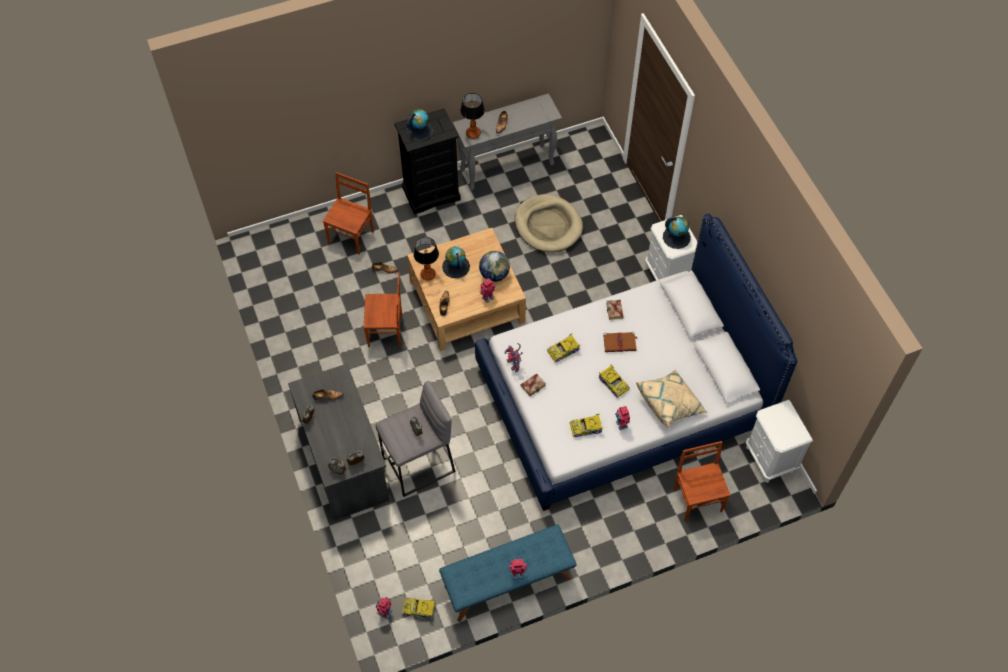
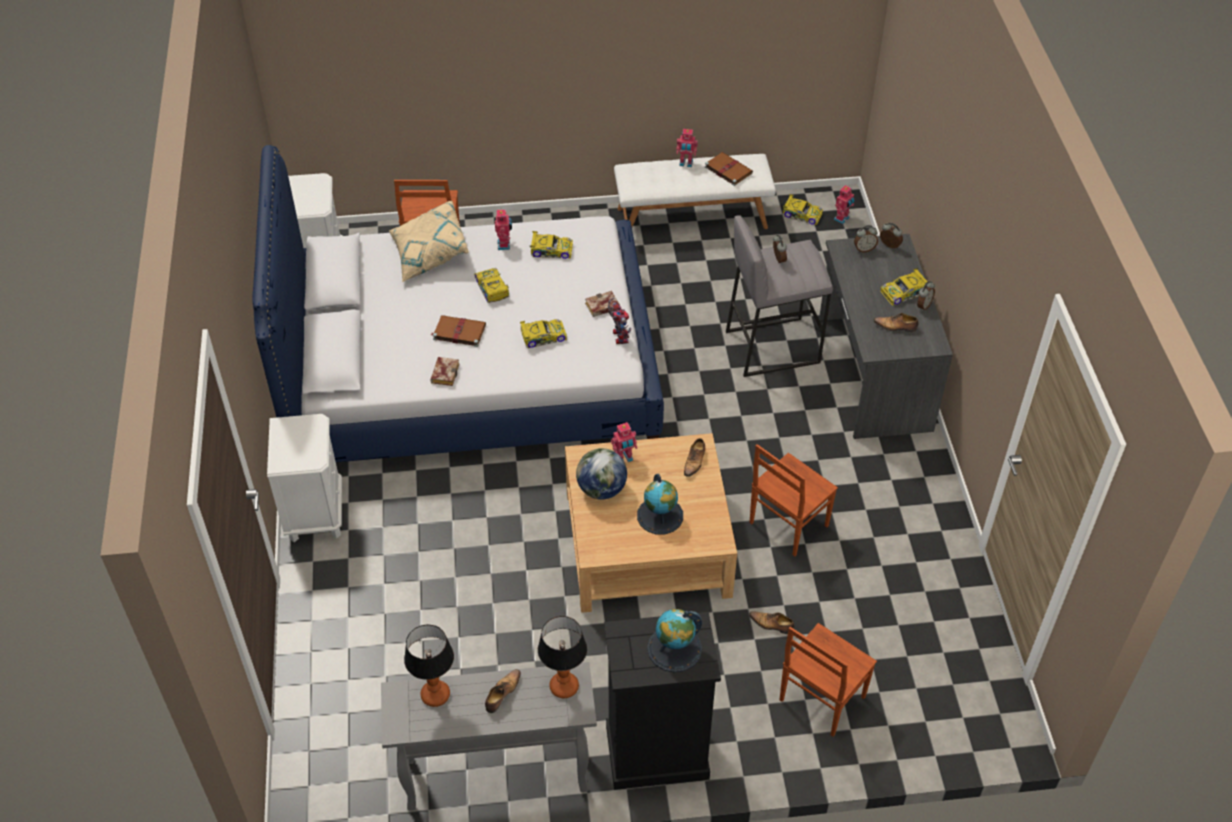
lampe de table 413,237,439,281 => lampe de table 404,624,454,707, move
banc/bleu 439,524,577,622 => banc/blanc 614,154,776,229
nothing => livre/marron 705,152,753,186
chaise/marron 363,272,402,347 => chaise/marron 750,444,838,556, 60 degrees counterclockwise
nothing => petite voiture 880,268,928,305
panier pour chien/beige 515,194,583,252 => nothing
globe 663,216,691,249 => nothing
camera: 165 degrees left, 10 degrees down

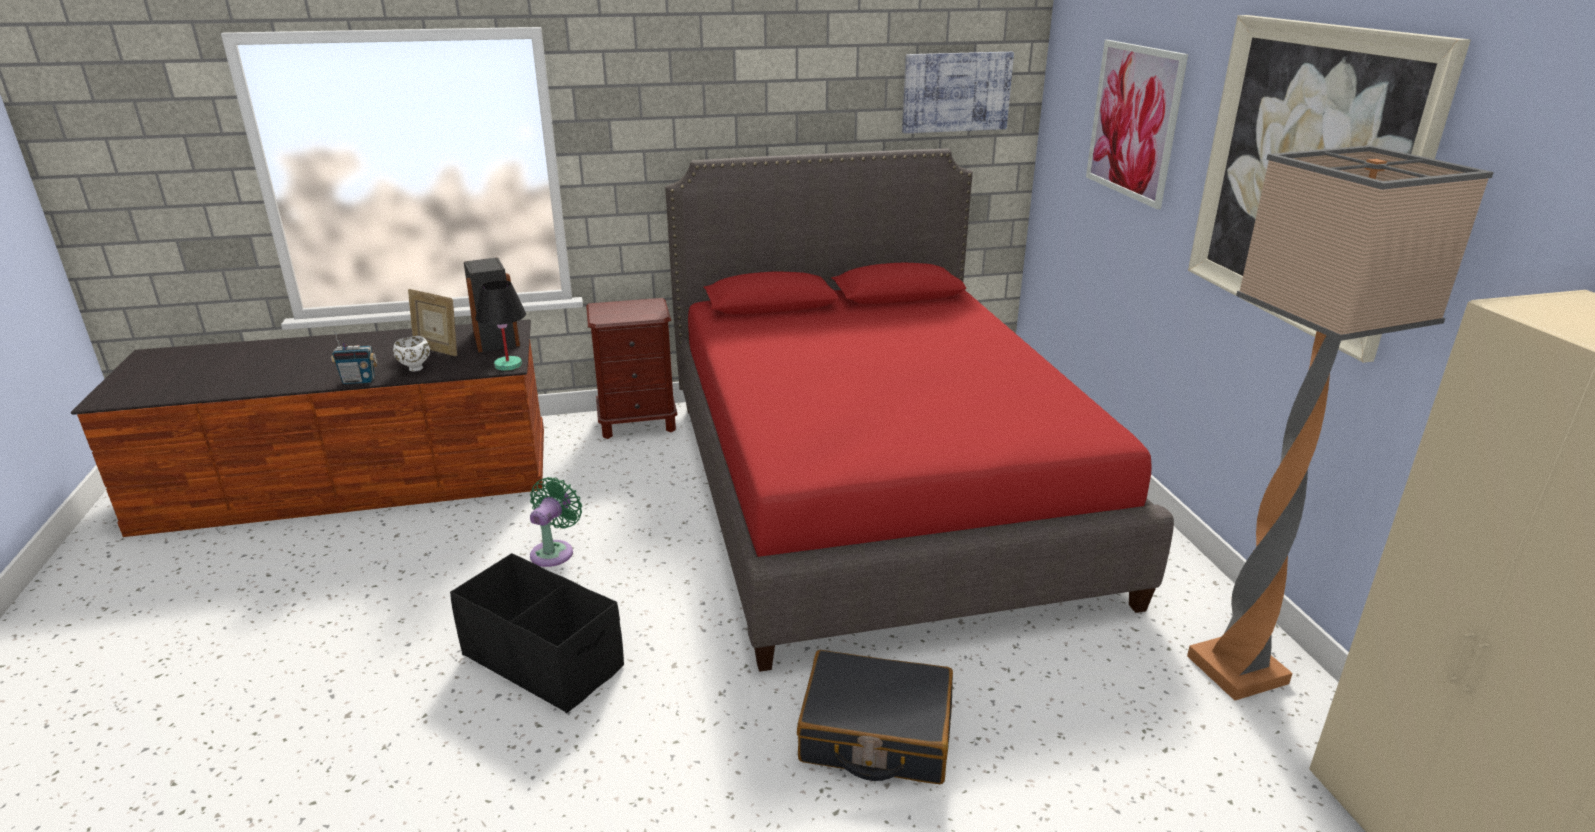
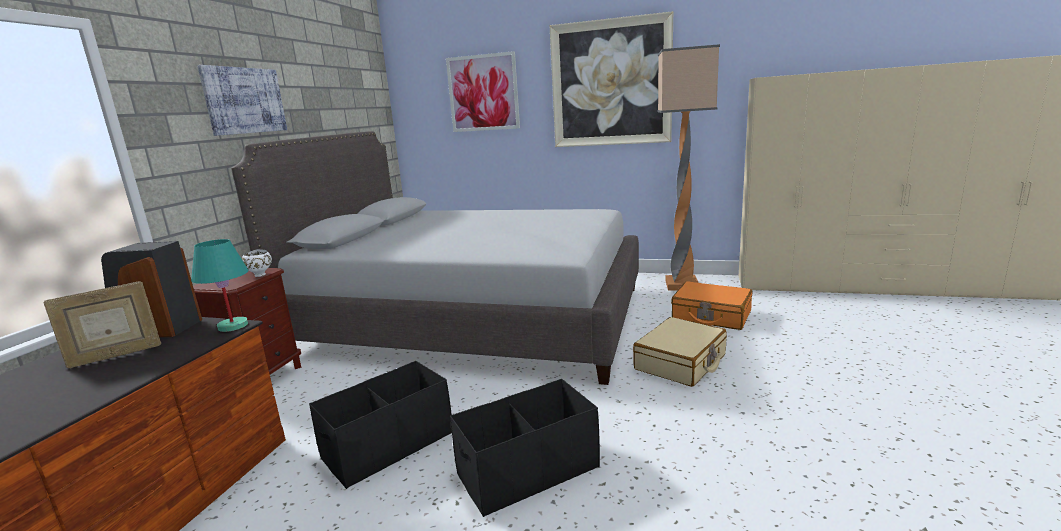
lampe de table/noir 475,280,526,371 => lampe de table/turquoise 191,239,249,332
tableau 902,52,1014,133 => tableau 197,65,287,136, move
lit/rouge 665,149,1174,672 => lit/gris 231,131,639,385
bol/blanc 393,336,430,371 => bol/blanc 242,249,272,277, move
ventilateur/vert 530,477,582,567 => boîte de rangement/noir 309,361,452,489
valise/noir 797,650,953,784 => valise/beige 633,317,727,387
nothing => valise/orange 671,281,752,330
radio 331,330,377,384 => nothing
camera: 60 degrees left, 10 degrees down

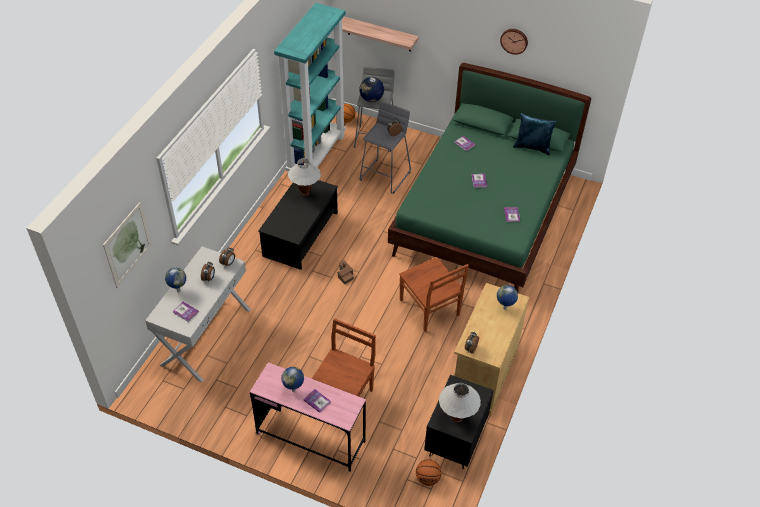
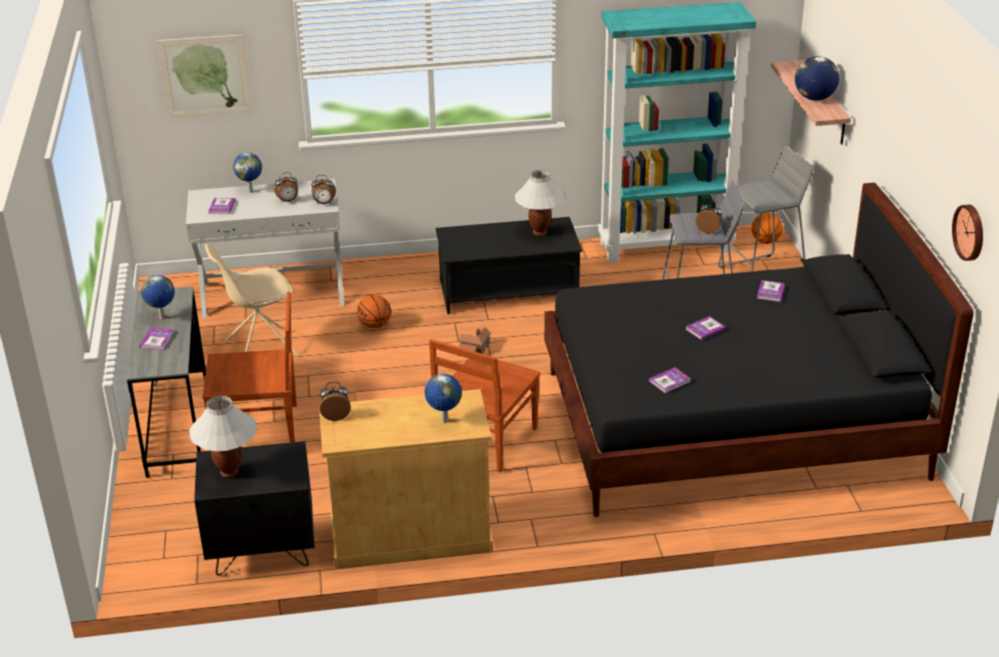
bureau/rose 250,362,366,472 => bureau/gris 127,286,206,478
nothing => chaise/beige 205,243,299,357
ballon de basket 416,459,441,486 => ballon de basket 357,295,391,329, move
lit/vert 388,63,591,292 => lit/noir 544,182,973,517
globe 359,77,384,102 => globe 795,56,839,101, move
horloge murale 500,29,528,55 => horloge murale 952,205,983,261, move
coussin/bleu 513,113,556,155 => nothing
camera: 60 degrees right, 15 degrees down

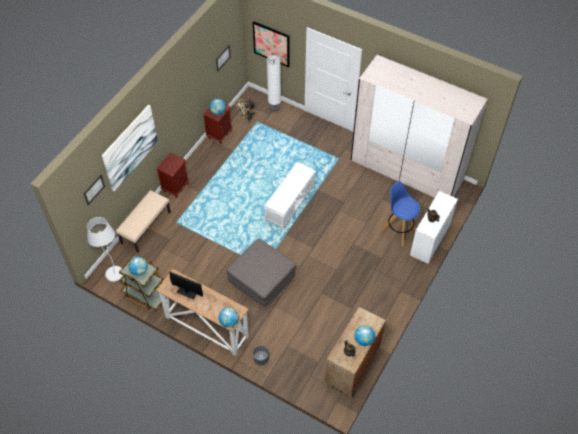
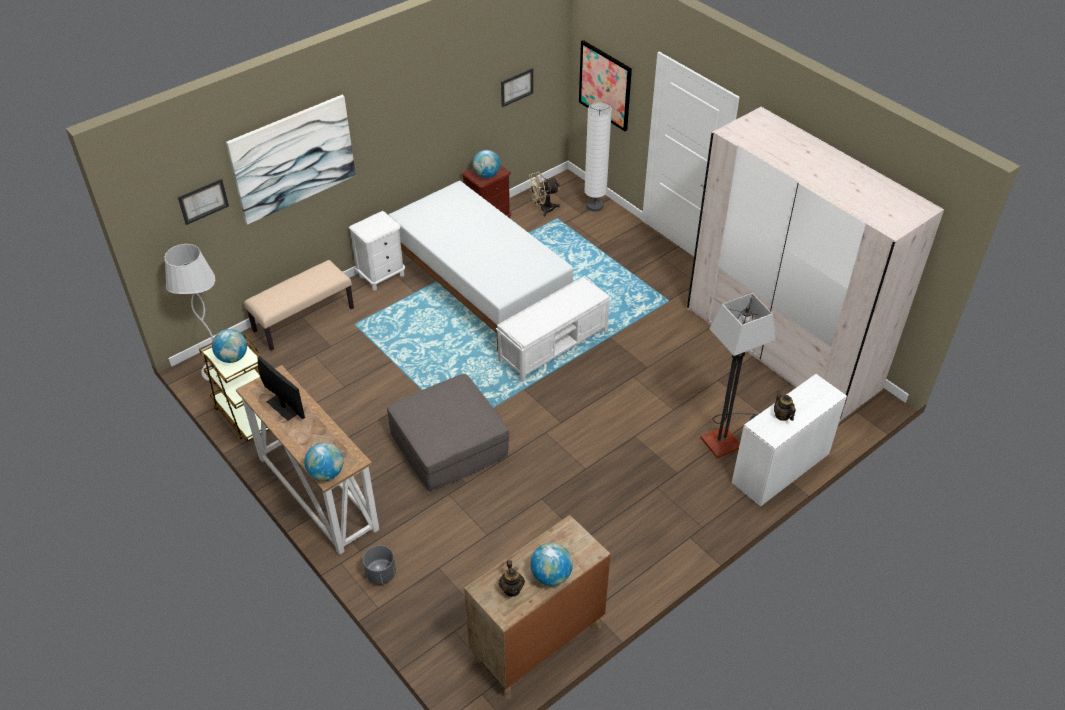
table de chevet/marron 157,153,189,198 => table de chevet/blanc 349,211,405,290
nothing => lit/blanc 389,181,573,351
tabouret/bleu 382,181,420,246 => lampadaire 700,293,776,459
camera: 20 degrees right, 10 degrees down

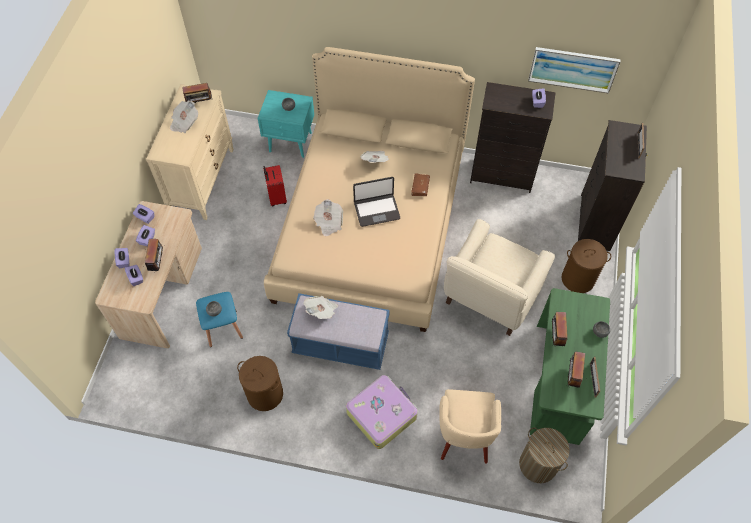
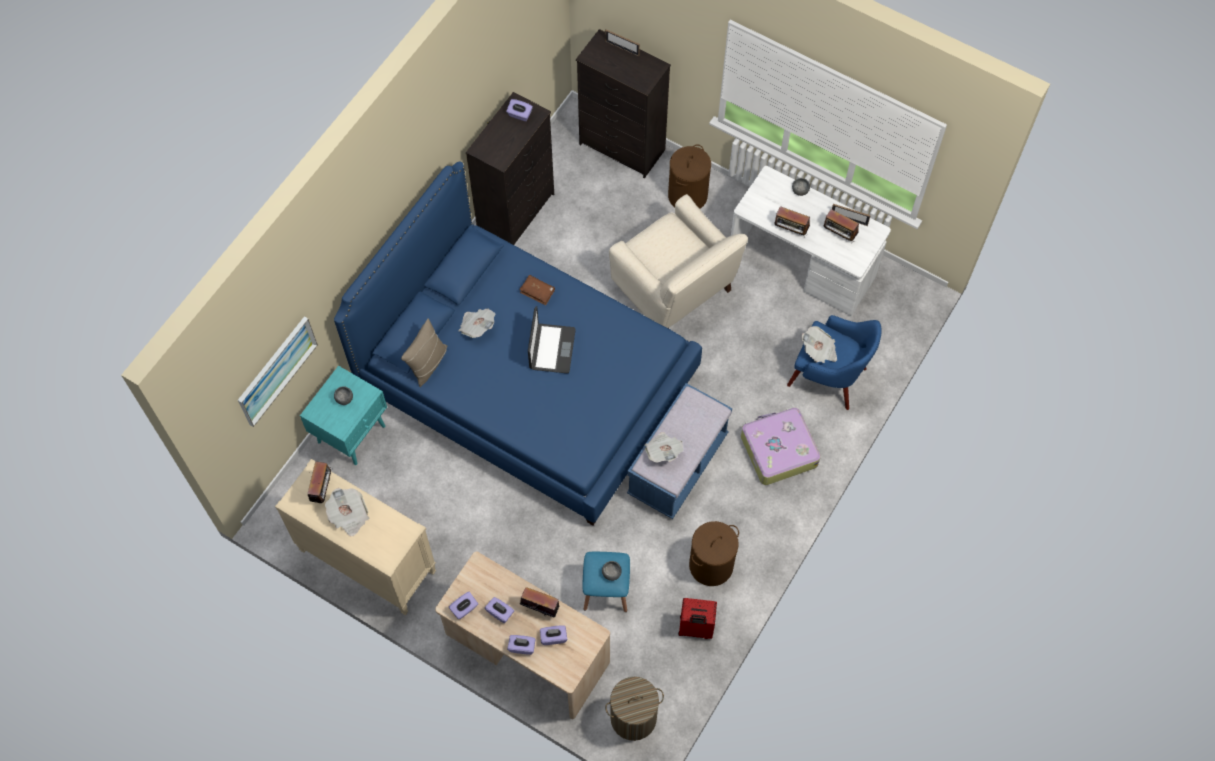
tableau 528,47,621,93 => tableau 238,316,318,427, move
lit/beige 264,47,475,332 => lit/bleu 334,162,702,525
nothing => coussin/beige 401,318,447,387
panier à linge 519,428,570,483 => panier à linge 605,677,664,741, move
valise/rouge 263,165,287,206 => valise/rouge 678,598,717,639, move
bureau/vert 530,288,610,445 => bureau/blanc 731,166,891,316
fauteuil/beige 439,389,501,464 => fauteuil/bleu 787,315,882,410
journal 313,199,343,236 => journal 802,326,837,363, move
camera: 70 degrees left, 5 degrees up

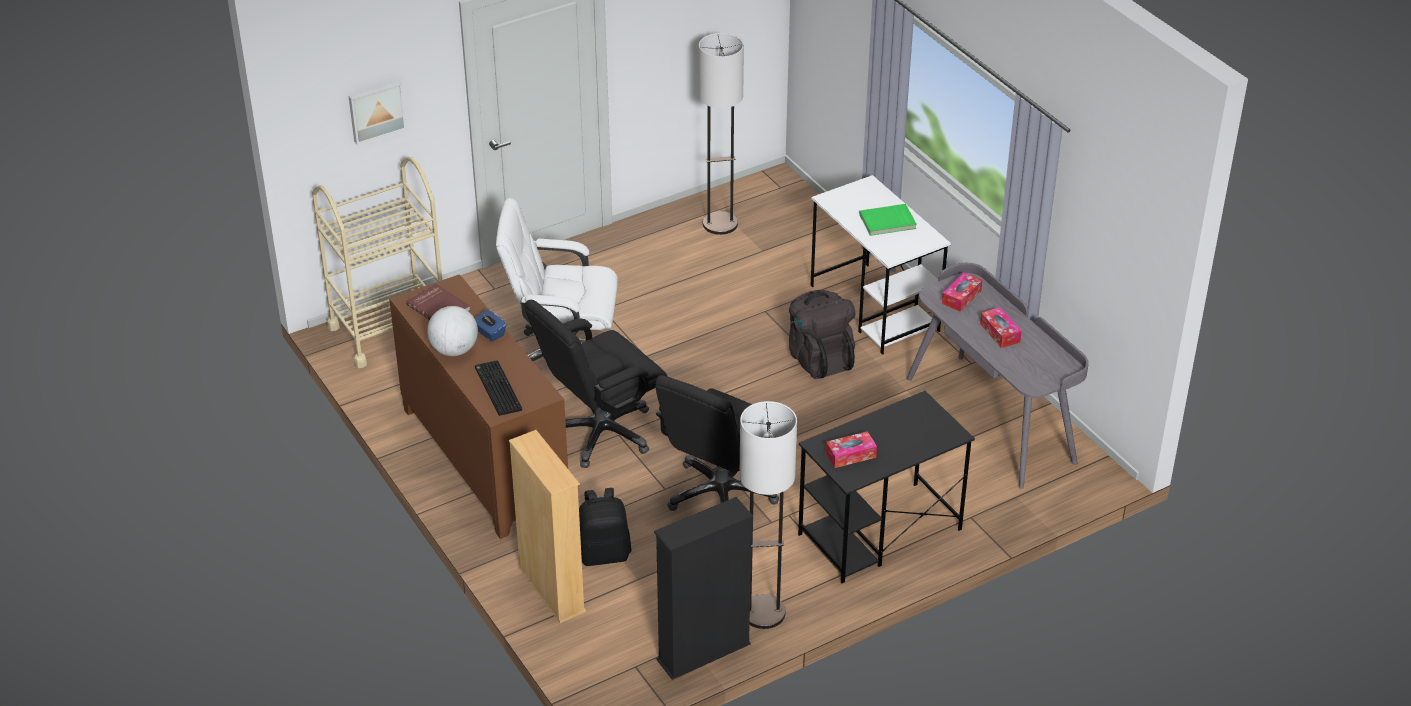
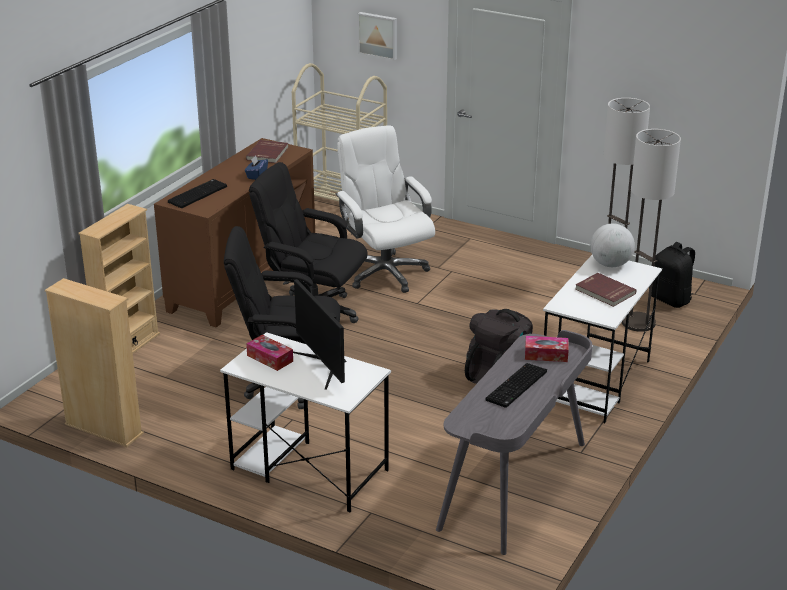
bibliothèque/noir 654,497,753,680 => bibliothèque/beige 45,278,144,447
bureau/noir 798,391,975,583 => bureau/blanc 220,332,391,513
nothing => écran d'ordinateur 293,279,347,390
boîte à mouchoirs 980,307,1022,348 => clavier 485,363,547,408
livre/vert 859,204,917,236 => livre/rouge 575,273,636,307
globe 427,306,478,356 => globe 590,223,635,267, move
lampadaire 739,401,797,629 => lampadaire 622,129,681,332, move
sac à dos/noir 579,488,632,566 => sac à dos/noir 651,242,695,308, move
camera: 60 degrees right, 10 degrees down

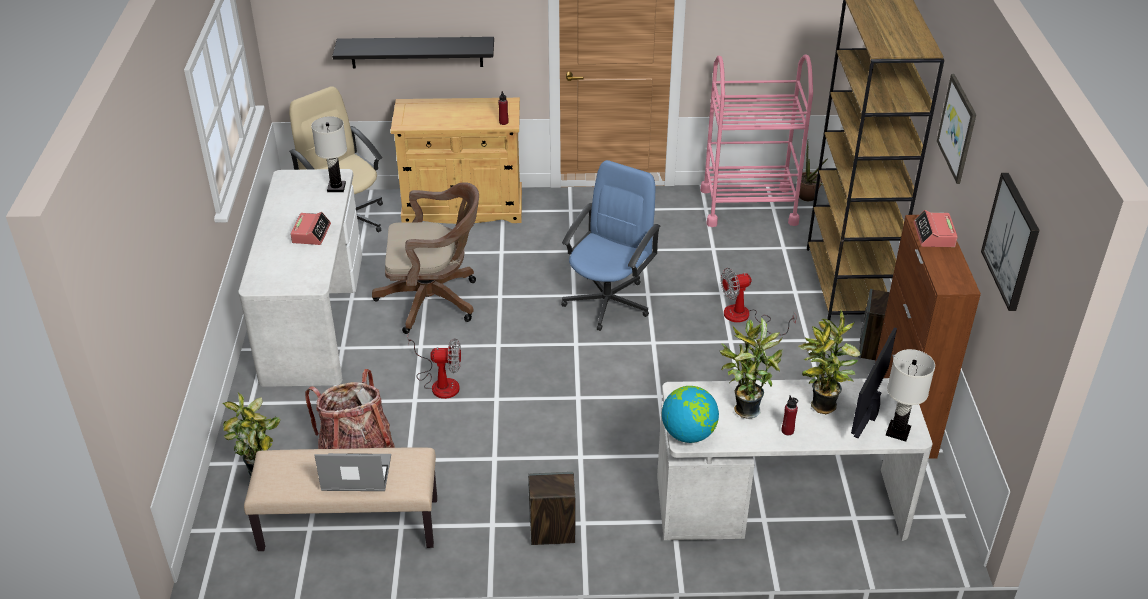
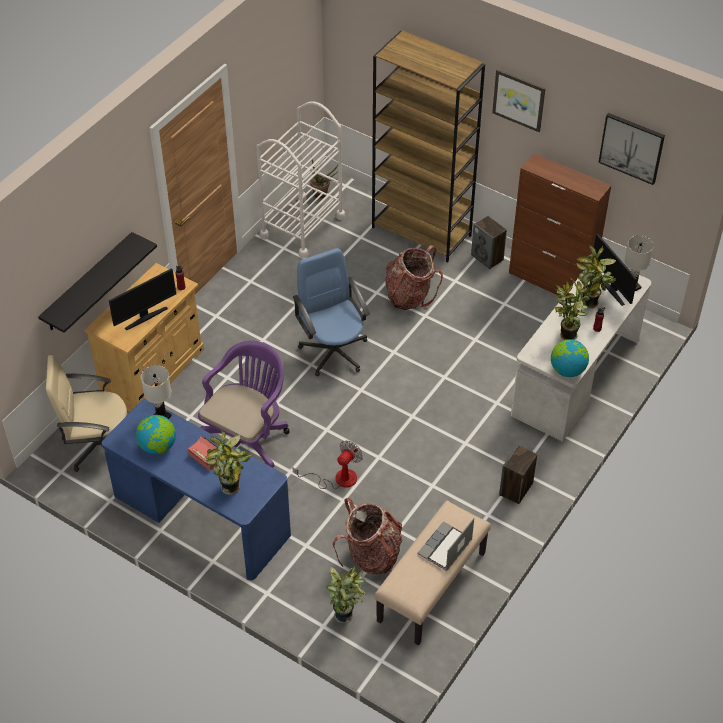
bureau/blanc 238,169,362,387 => bureau/bleu 102,399,291,580
nothing => écran d'ordinateur 109,268,176,330
nothing => globe 136,415,176,454
chaise de bureau/marron 372,182,479,334 => chaise de bureau/violet 198,341,290,467
nothing => plante en pot 206,430,251,495
chariot/rose 700,54,813,227 => chariot/blanc 256,101,345,258
ventilateur 721,268,797,335 => sac à dos 385,245,443,310
réveil 913,210,958,247 => nothing
camera: 55 degrees left, 10 degrees up

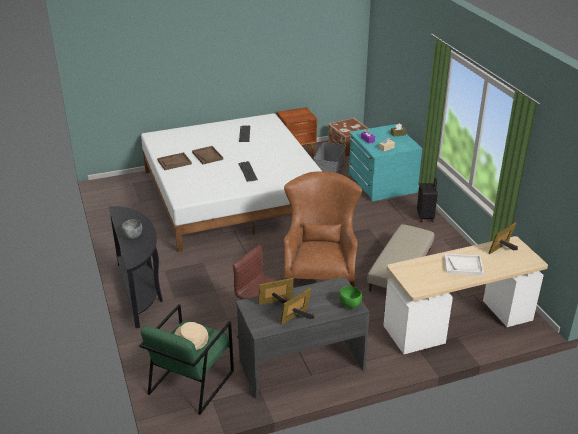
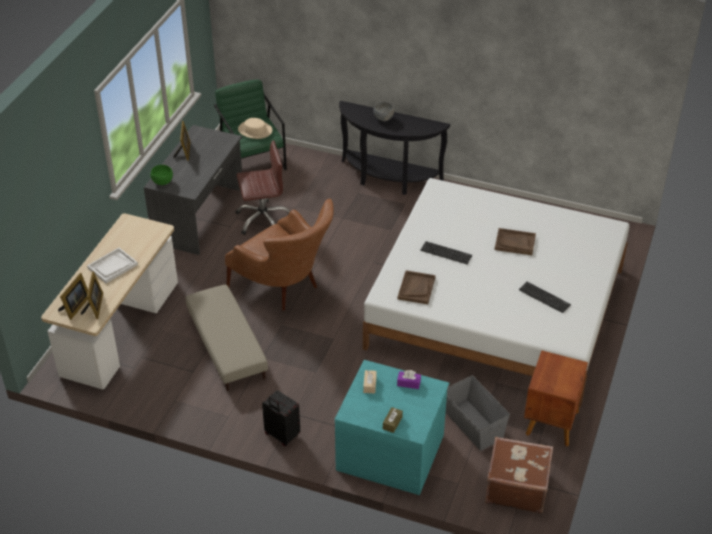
cadre photo 259,278,294,305 => cadre photo 58,273,88,320, move
plateau/marron 157,152,192,170 => plateau/marron 397,270,436,304, move
camera: 130 degrees right, 10 degrees up

